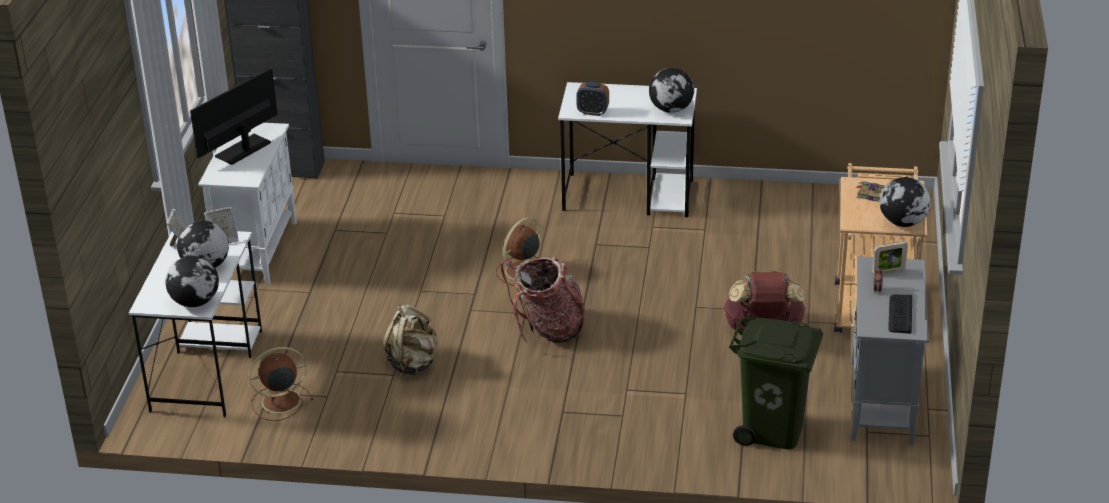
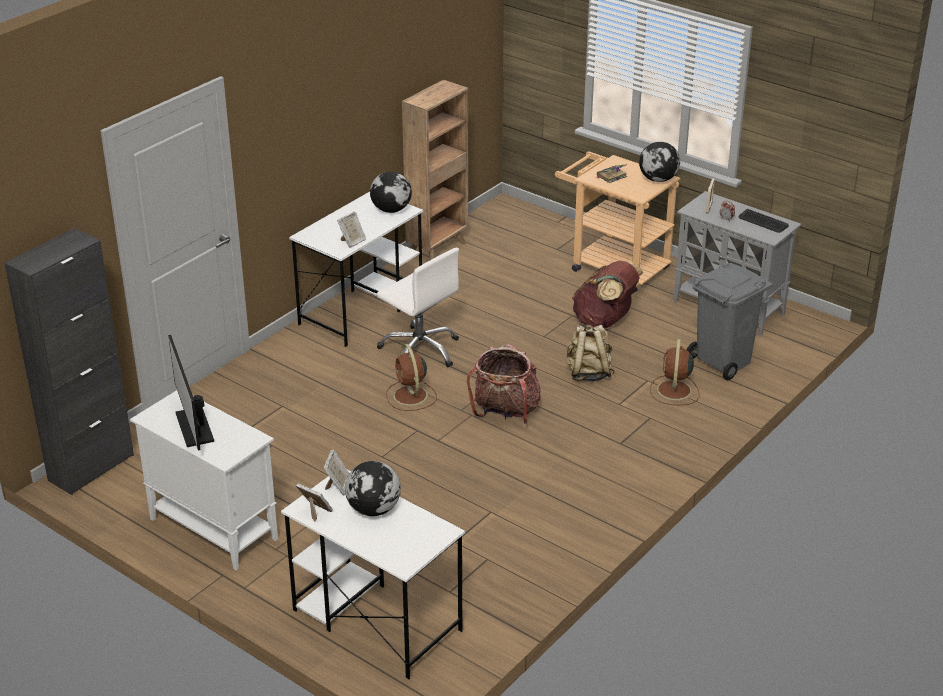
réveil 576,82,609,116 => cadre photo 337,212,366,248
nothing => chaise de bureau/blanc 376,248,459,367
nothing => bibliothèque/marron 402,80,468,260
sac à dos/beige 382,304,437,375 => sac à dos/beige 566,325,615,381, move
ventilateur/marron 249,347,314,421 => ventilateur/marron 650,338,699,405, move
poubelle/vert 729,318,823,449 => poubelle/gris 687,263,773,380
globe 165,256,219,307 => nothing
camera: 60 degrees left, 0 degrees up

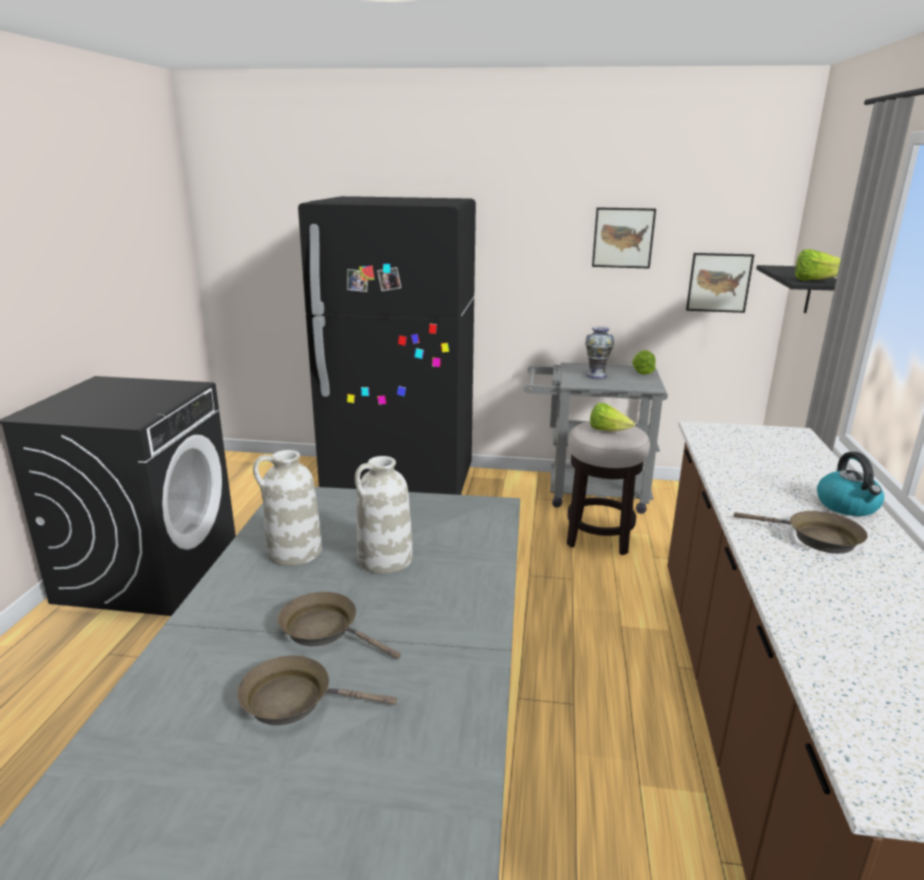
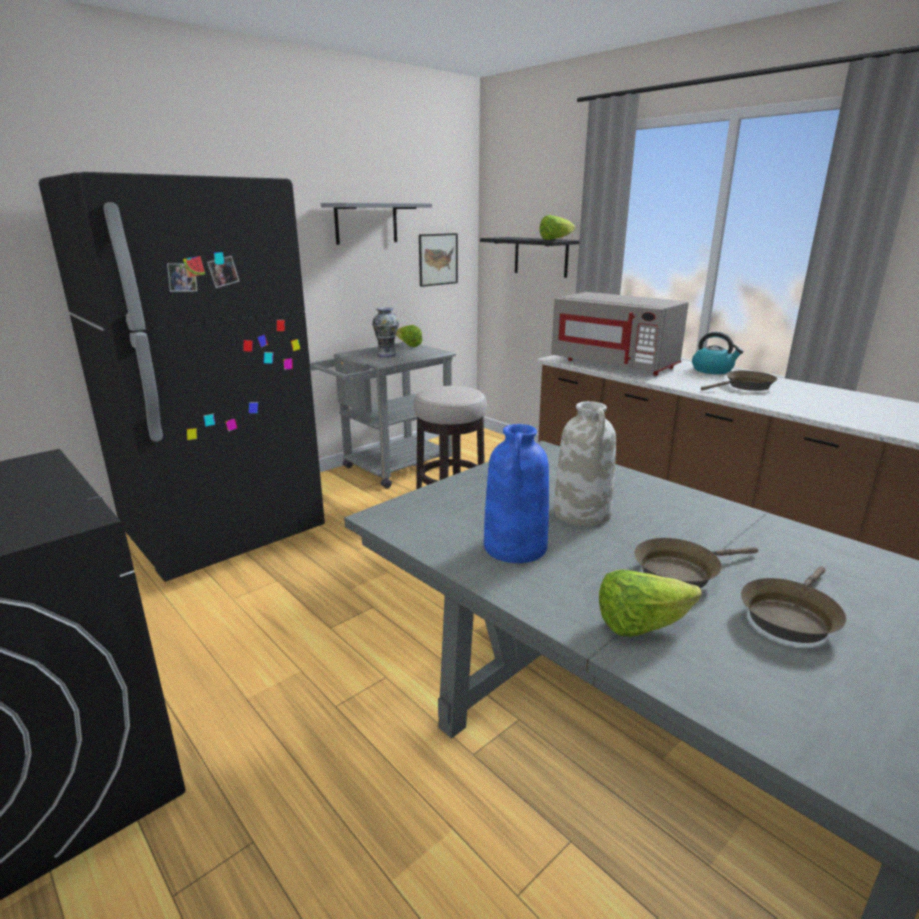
tableau 592,207,656,269 => étagère/gris 321,203,432,245
vase/blanc 253,450,322,566 => vase/bleu 484,424,549,563
nothing => micro-ondes/gris 551,292,689,376
laitue 590,403,635,431 => laitue 599,569,702,637, move
camera: 50 degrees left, 0 degrees up

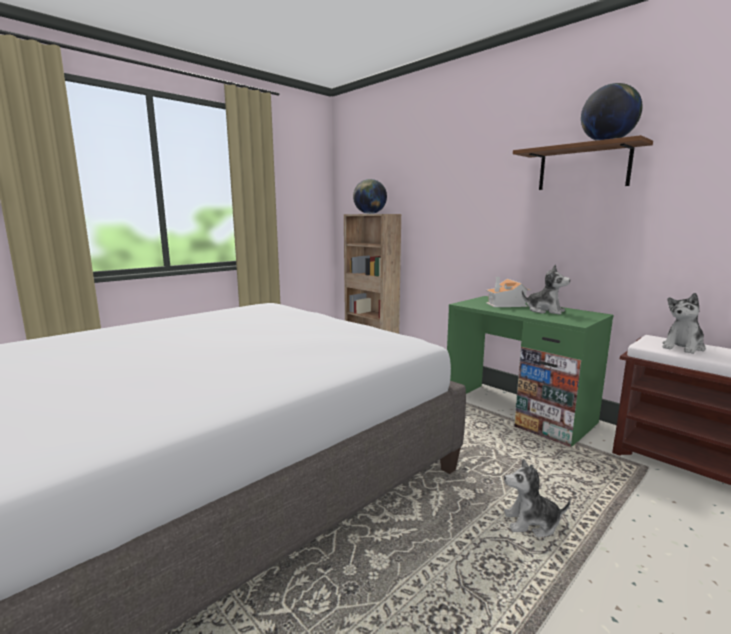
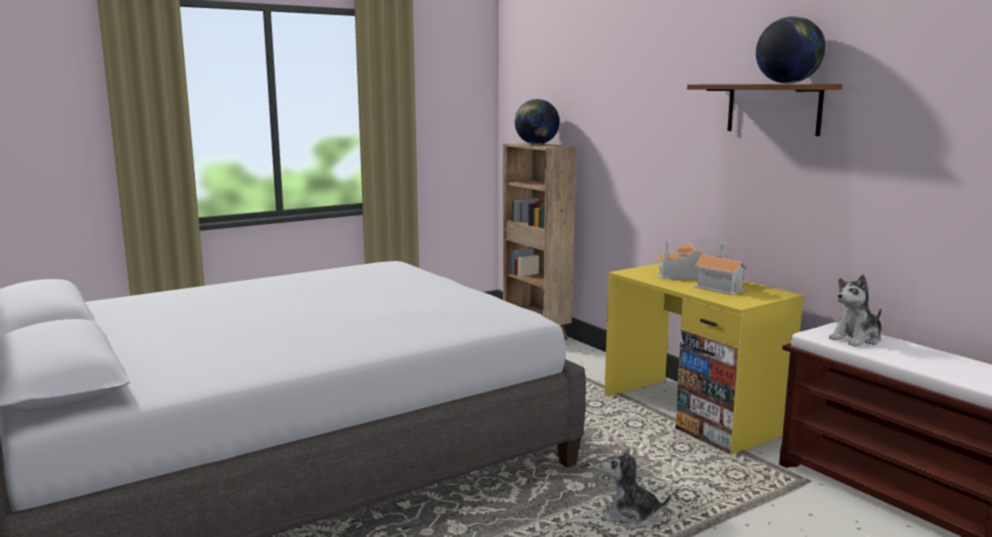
bureau/vert 447,296,614,447 => bureau/jaune 605,263,804,454
peluche 522,264,570,315 => maison miniature 693,243,747,295
camera: 10 degrees right, 0 degrees up

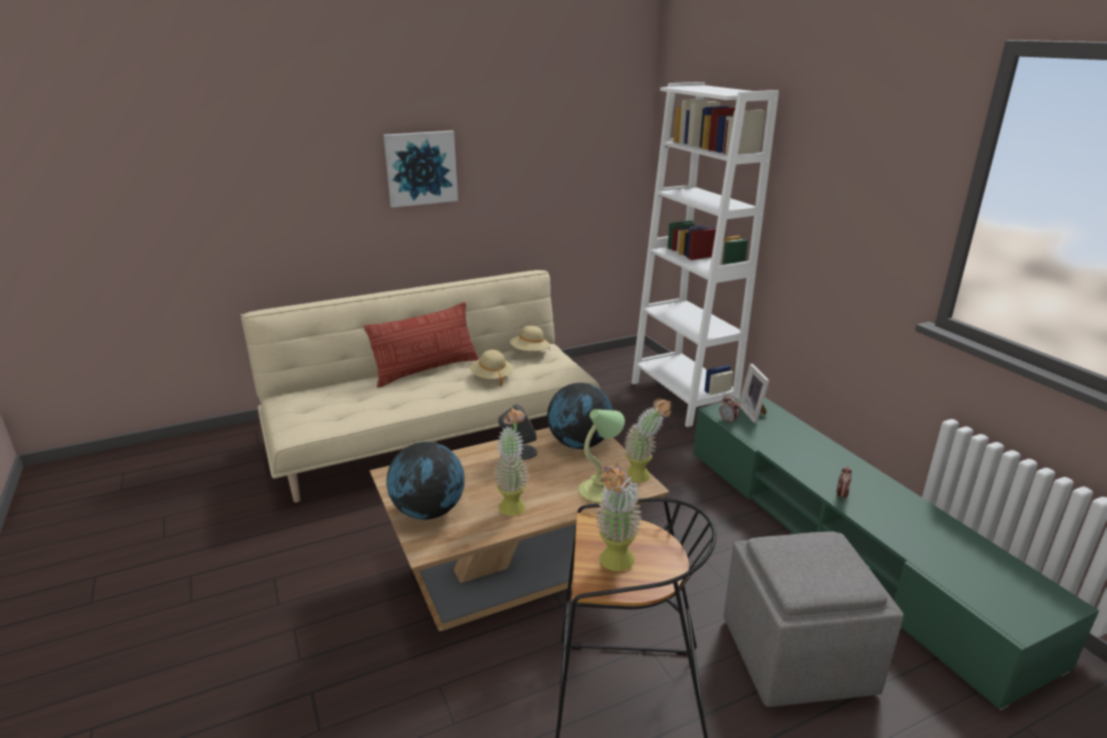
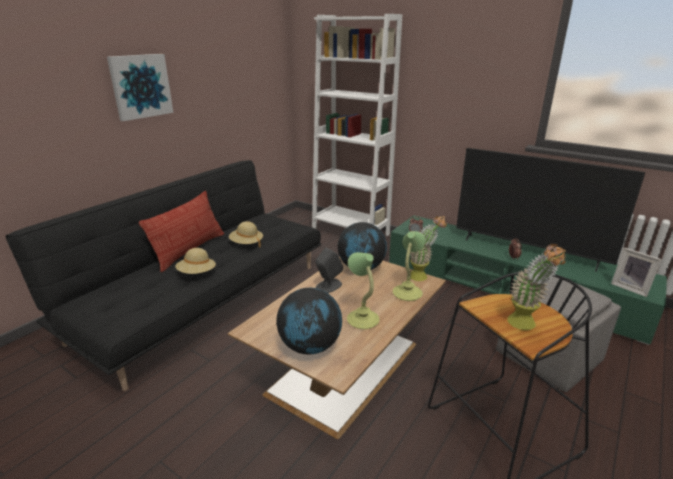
canapé/beige 241,270,600,502 => canapé/noir 6,160,321,391
chapeau/beige 510,325,549,351 => chapeau/beige 175,248,216,274, move
plante en pot 494,408,528,516 => lampe de table 347,252,380,329
nothing => téléviseur 456,148,645,272
cadre photo 739,364,769,423 => cadre photo 611,248,662,297, move
camera: 30 degrees left, 0 degrees up

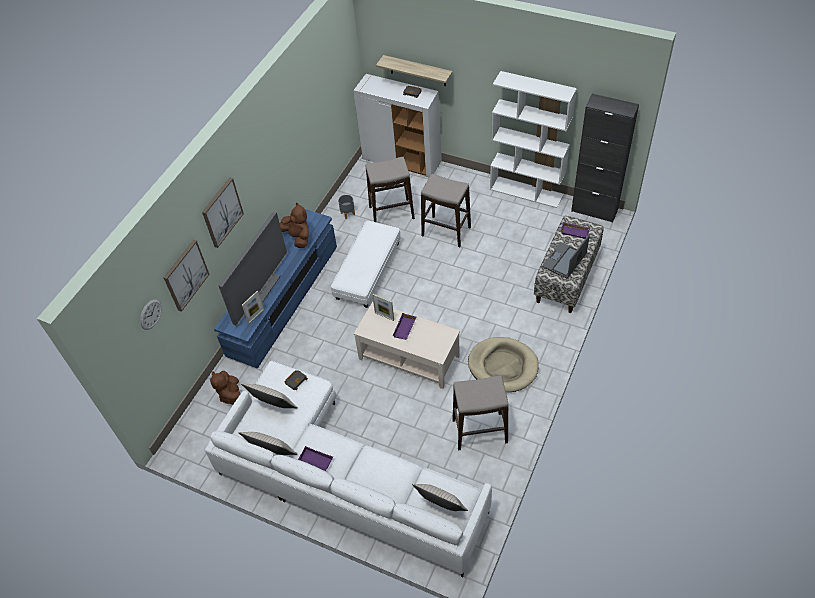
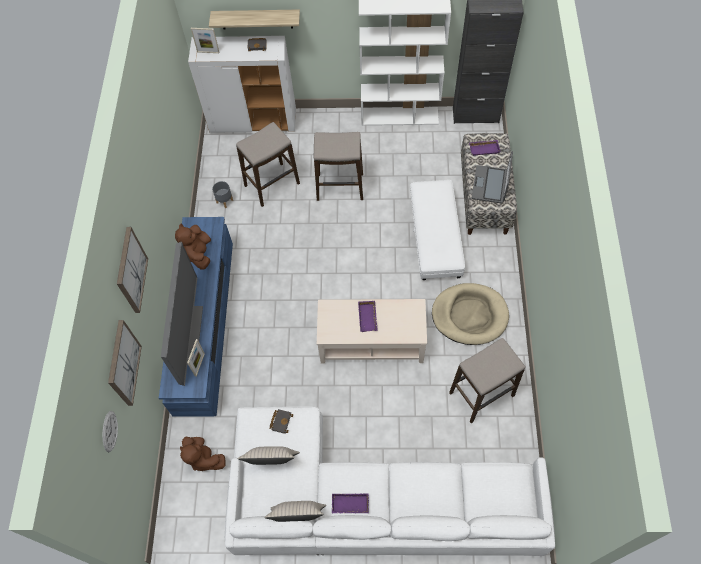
peluche/marron 280,203,309,248 => peluche/marron 175,224,211,270, 120 degrees counterclockwise
cadre photo 372,294,394,321 => cadre photo 191,28,219,53, move
pouf/blanc 331,221,400,308 => pouf/blanc 410,180,465,280, move
coussin/beige 412,484,468,511 => nothing
camera: 25 degrees left, 10 degrees up

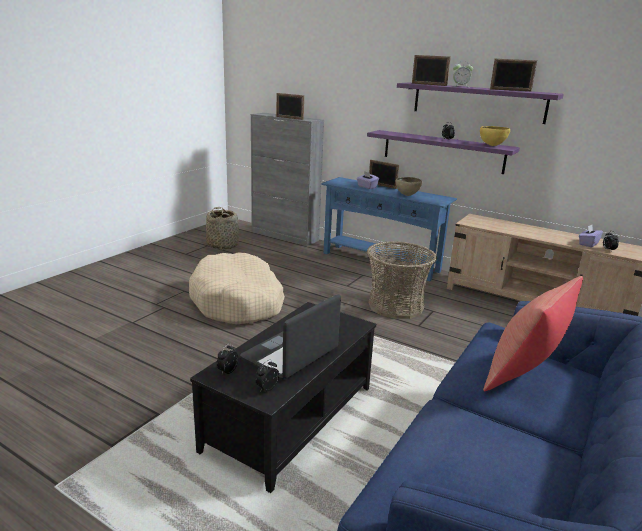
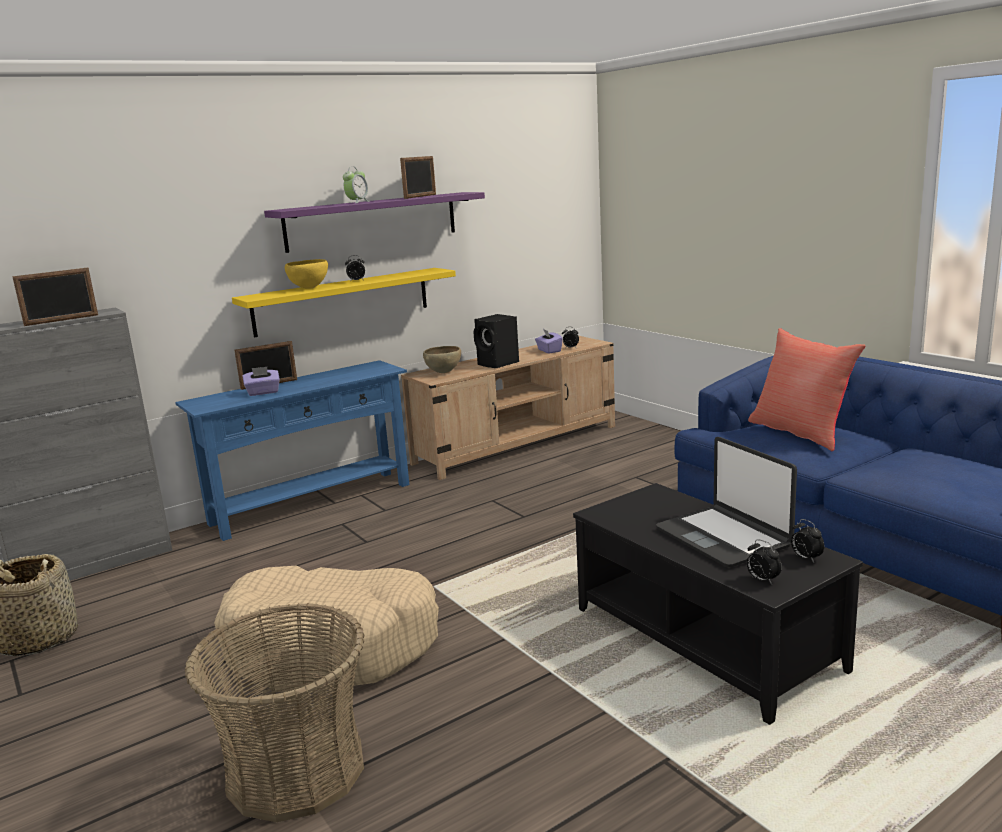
panier 367,241,437,319 => panier 185,603,365,822, move
étagère/violet 367,130,520,174 => étagère/jaune 232,268,456,338
bol/jaune 480,126,510,146 => bol/jaune 285,259,328,289, move
bol/marron 396,177,422,196 => bol/marron 423,346,461,373, move
nothing => enceinte/noir 474,314,519,368
cadre photo 412,55,451,86 => nothing
camera: 65 degrees left, 5 degrees down

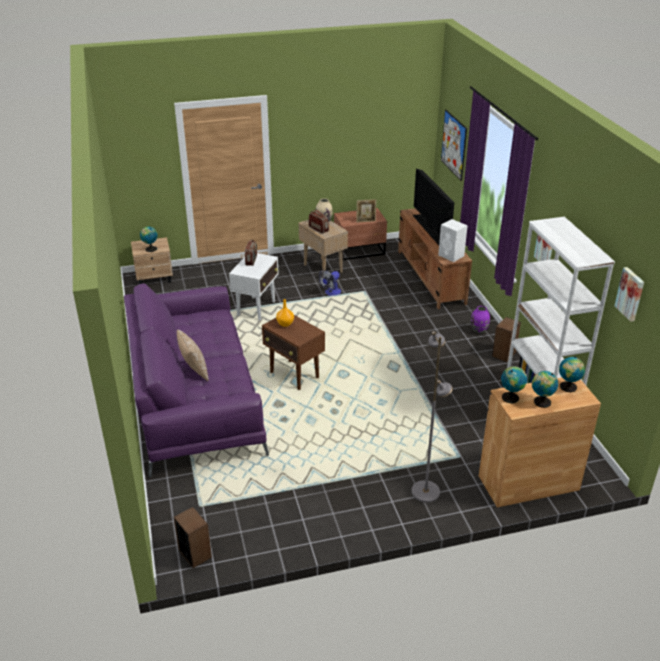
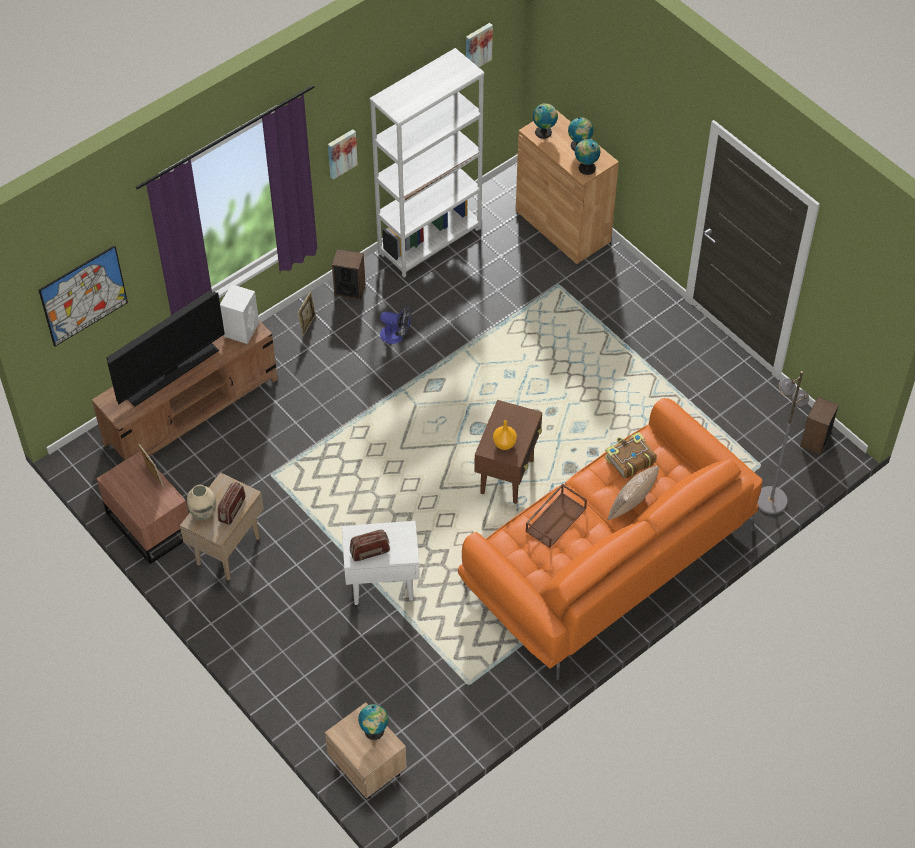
vase/violet 471,306,490,333 => cadre photo 297,291,316,336
ventilateur 319,270,341,296 => ventilateur 380,306,411,344, move
canapé/violet 124,283,269,477 => canapé/orange 458,398,762,680
nothing => plateau/marron 526,484,587,548
nothing => livre 605,432,657,479
lampadaire/gris 411,331,453,503 => lampadaire/gris 757,371,809,514, move
camera: 115 degrees left, 20 degrees up

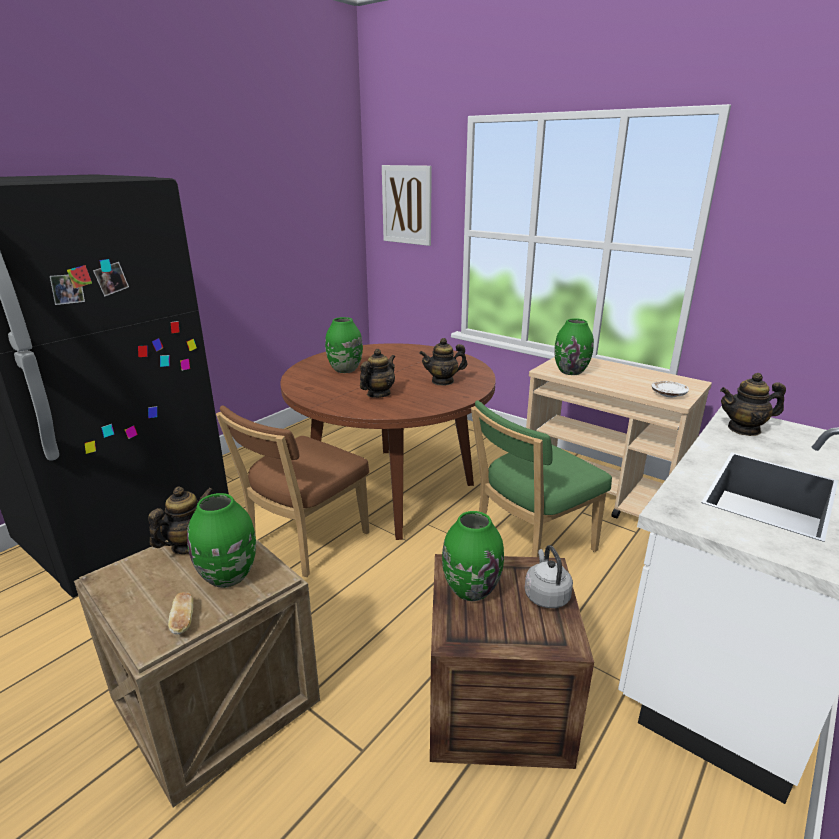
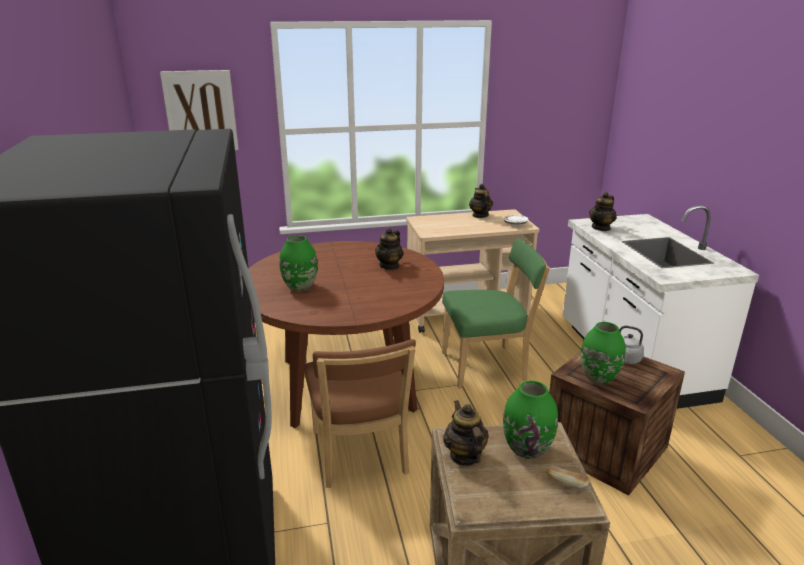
chaise/vert 471,400,612,557 => chaise/vert 442,238,550,388, 105 degrees counterclockwise
théière 360,349,395,398 => théière 469,184,493,218, move
vase/vert 554,318,594,375 => nothing
camera: 50 degrees left, 0 degrees up

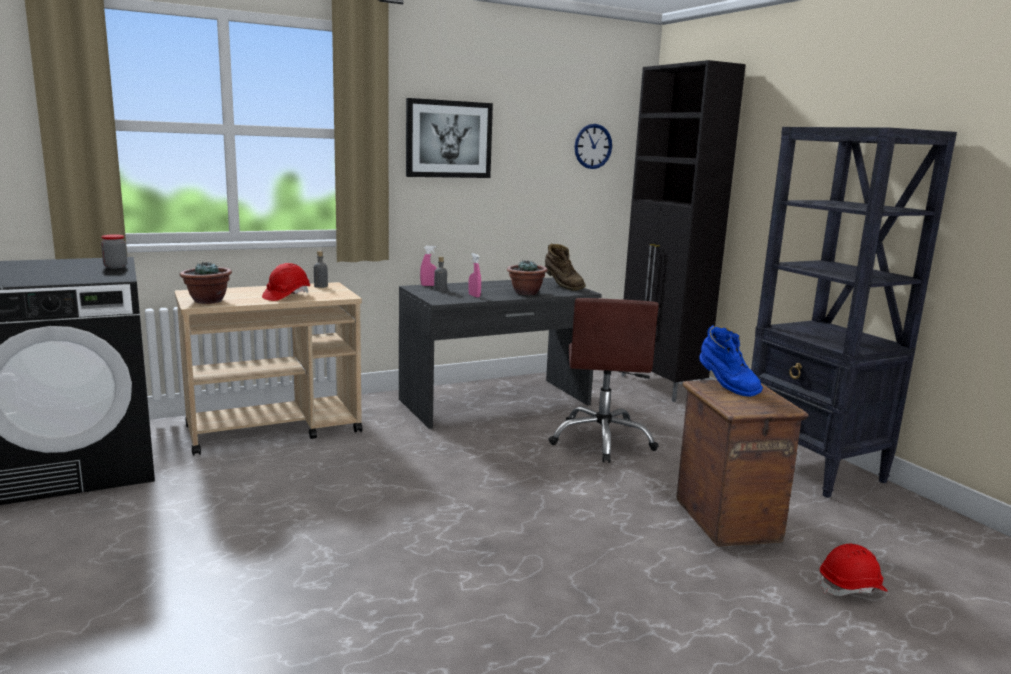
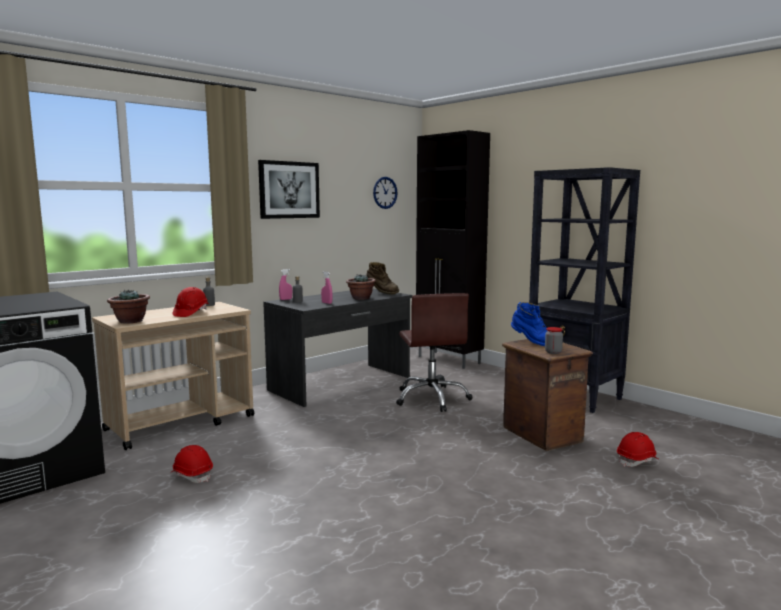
nothing => casque de chantier/rouge 170,445,213,483
bocal 101,234,127,269 => bocal 545,327,563,354, move
camera: 15 degrees left, 5 degrees down

